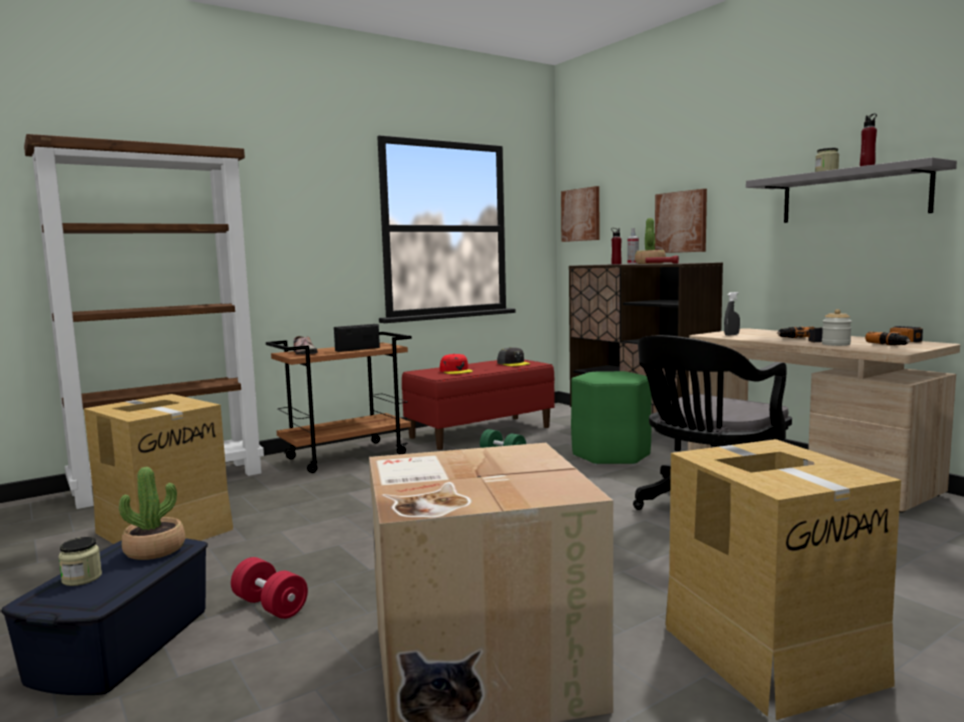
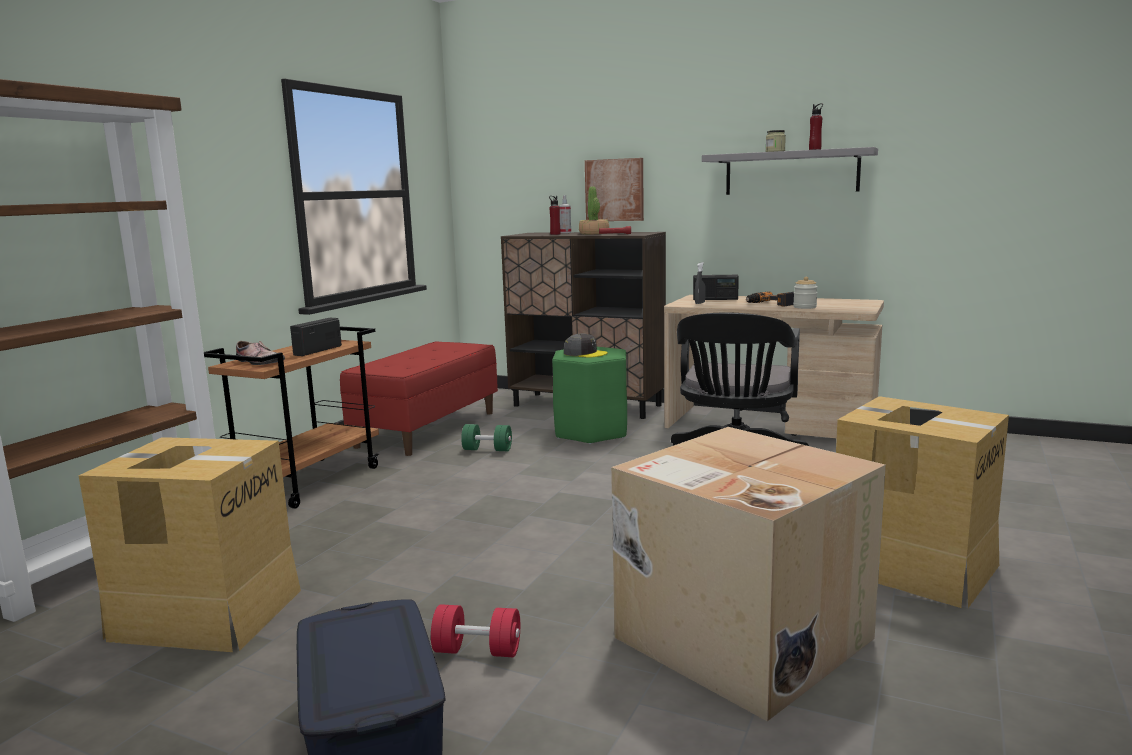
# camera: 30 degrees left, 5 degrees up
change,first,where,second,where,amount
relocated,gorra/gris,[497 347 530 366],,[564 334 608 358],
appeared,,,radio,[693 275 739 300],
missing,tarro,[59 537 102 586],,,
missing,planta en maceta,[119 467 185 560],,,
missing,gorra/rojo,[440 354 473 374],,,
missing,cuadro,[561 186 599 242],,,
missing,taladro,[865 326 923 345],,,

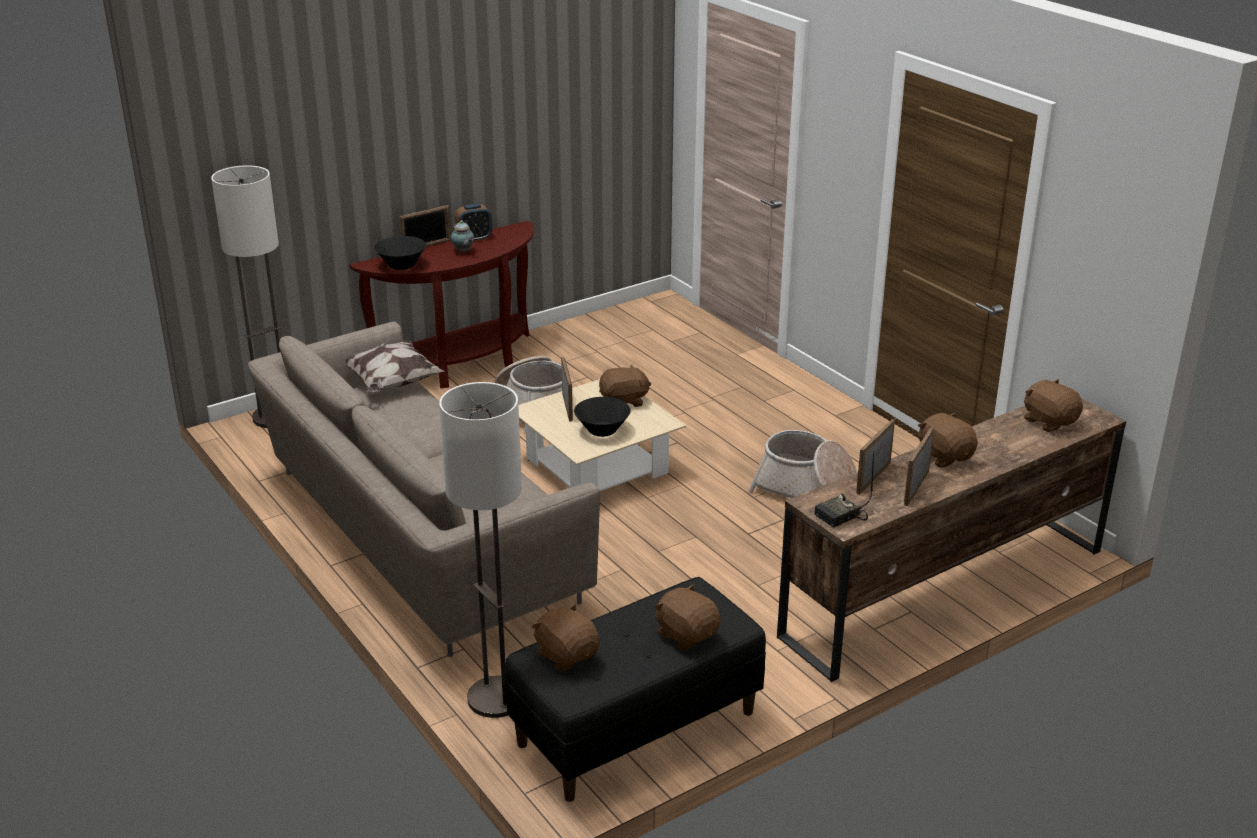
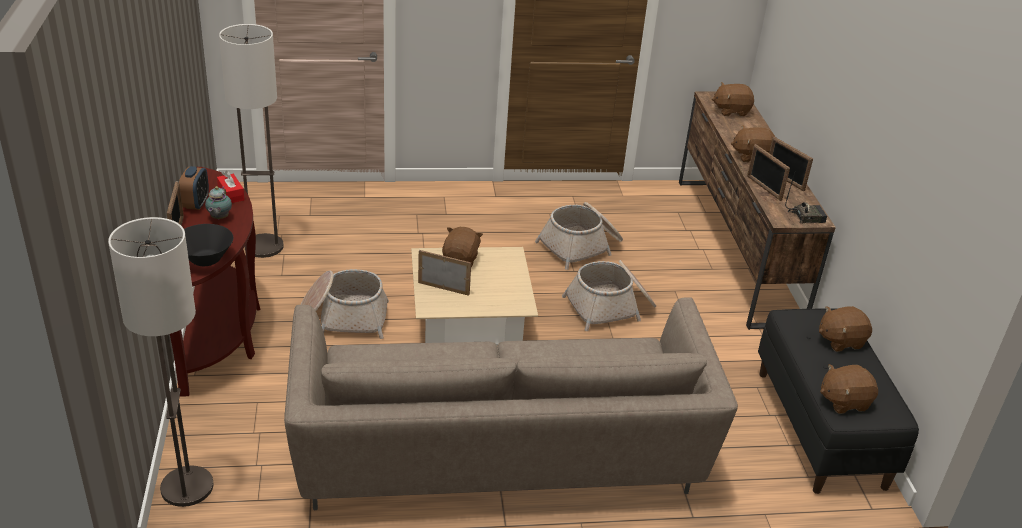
# camera: 65 degrees left, 5 degrees up
change,first,where,second,where,amount
spun,tetera,[451 220 474 253],,[205 186 232 219],105 degrees clockwise
appeared,,,caja de pañuelos/rojo,[217 171 244 203],
relocated,lámpara de pie,[439 382 522 718],,[219 24 284 258],
appeared,,,cesta,[562 260 656 331],
spun,radio,[814 451 874 528],,[785 173 827 223],90 degrees counterclockwise
missing,cojín,[345 340 444 394],,,
missing,cuenco/negro,[574 397 631 437],,,

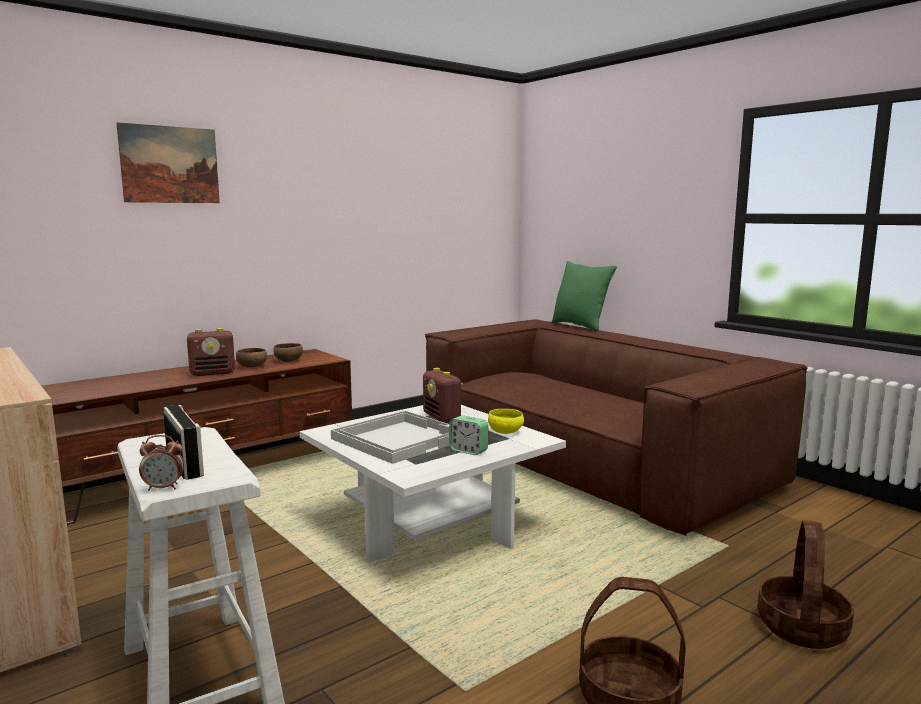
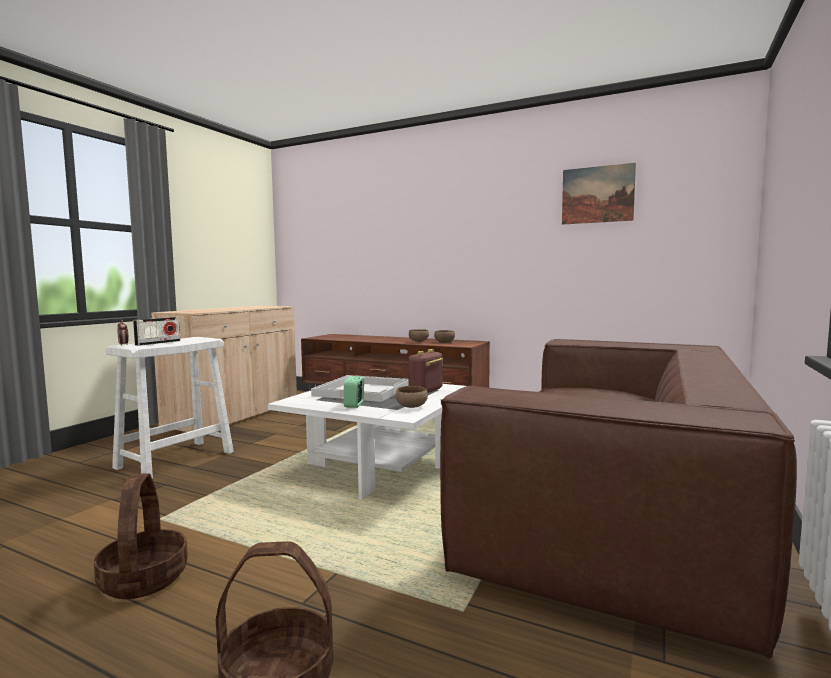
# camera: 65 degrees right, 5 degrees down
change,first,where,second,where,amount
colour,cuenco/amarillo,[488 409 524 434],cuenco/marrón,[395 386 428 408],
relocated,cuadro,[116 122 220 203],,[562 163 636 225],
missing,radio,[187 328 235 376],,,
missing,cojín/verde,[552 261 617 332],,,

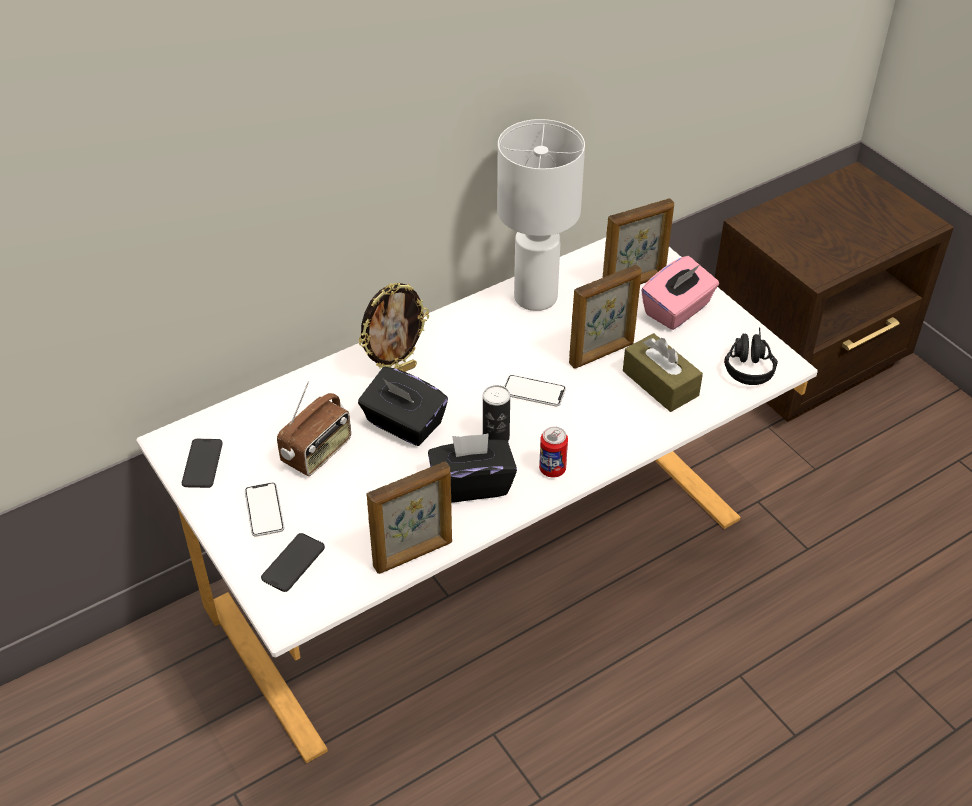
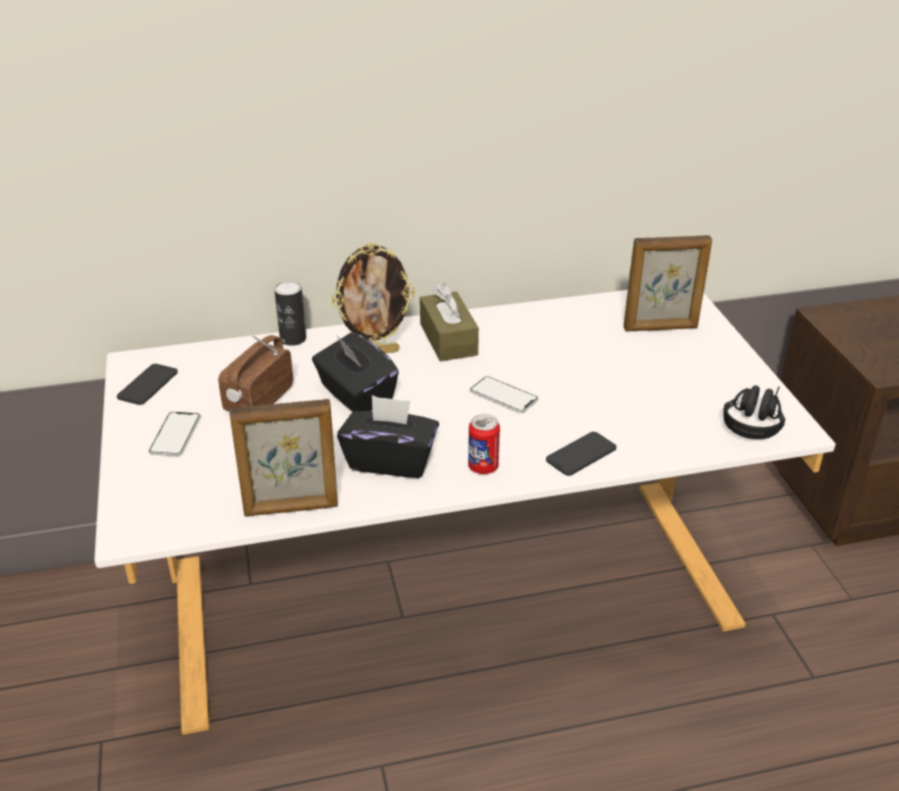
# camera: 20 degrees right, 10 degrees down
change,first,where,second,where,amount
spun,radio,[277 381 351 476],,[218 335 293 412],150 degrees clockwise
relocated,lata,[483 385 510 441],,[274 281 306 346],
relocated,caja de pañuelos/marrón,[623 333 703 412],,[420 284 479 362],
relocated,móvil,[261 533 325 592],,[546 432 616 476],
missing,lámpara de mesa/blanco,[497 119 585 311],,,
missing,portarretratos,[569 264 642 369],,,
missing,caja de pañuelos/rosa,[641 256 719 330],,,

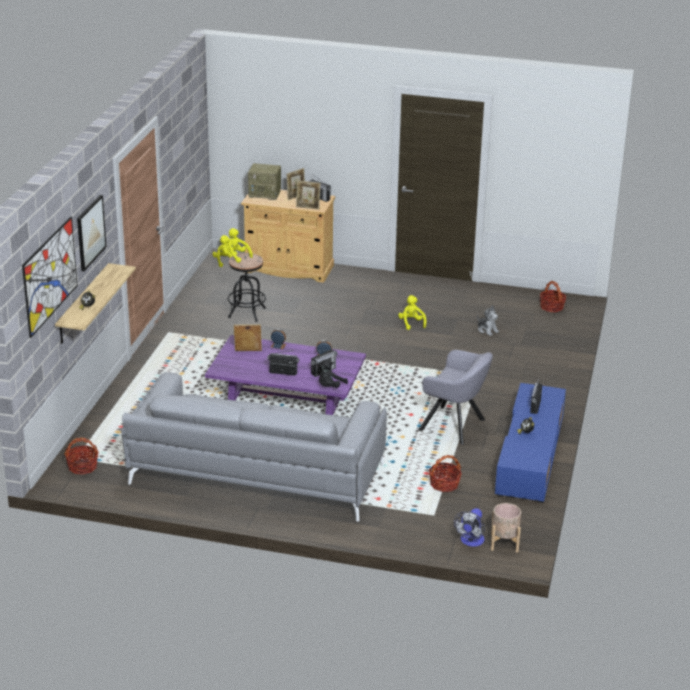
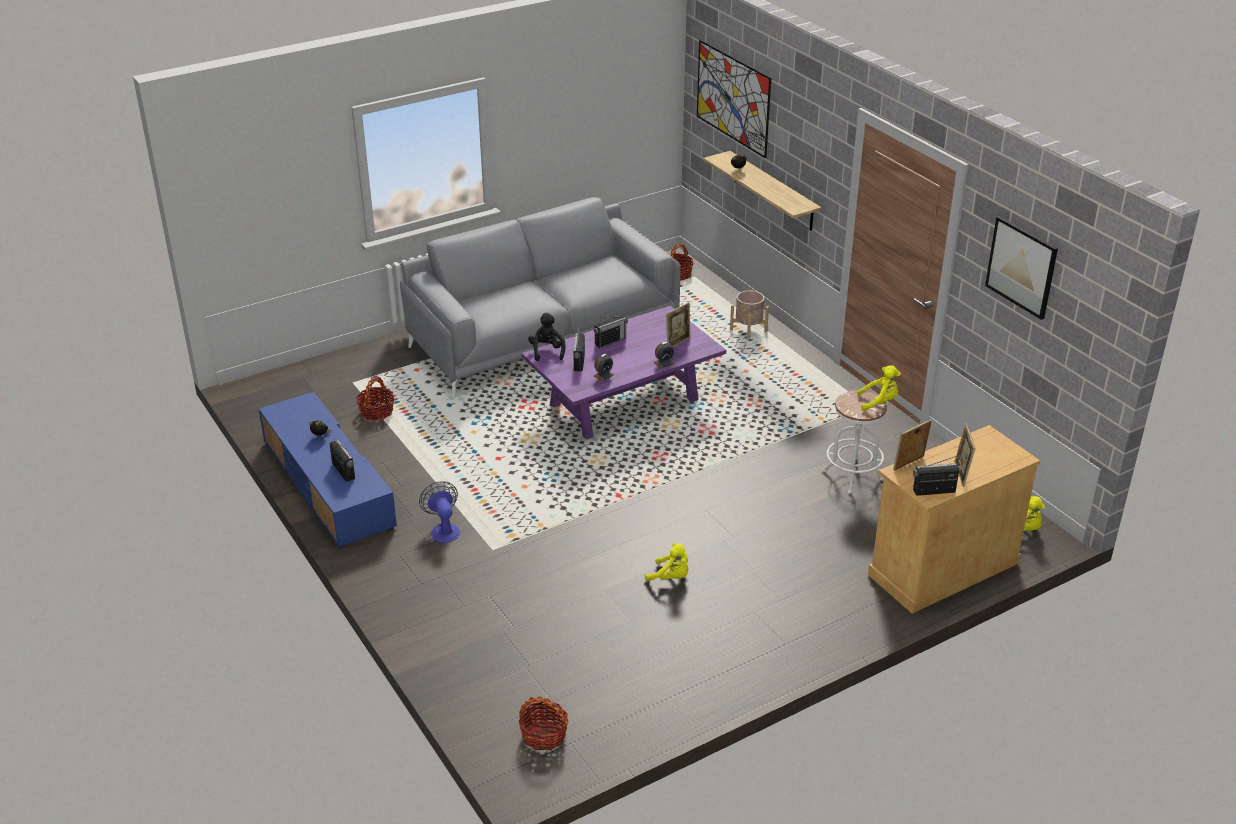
# camera: 135 degrees right, 5 degrees up
change,first,where,second,where,amount
relocated,ventilador,[454 508 485 547],,[419 481 460 543],
relocated,maceta/beis,[491 503 521 552],,[730 290 769 340],
colour,taburete/negro,[227 253 266 322],taburete/blanco,[822 390 887 494],
relocated,cuadro,[77 195 107 271],,[985 216 1058 320],
missing,radio,[248 163 281 200],,,
missing,sillón/gris,[418 350 493 445],,,
missing,peluche,[477 305 499 336],,,

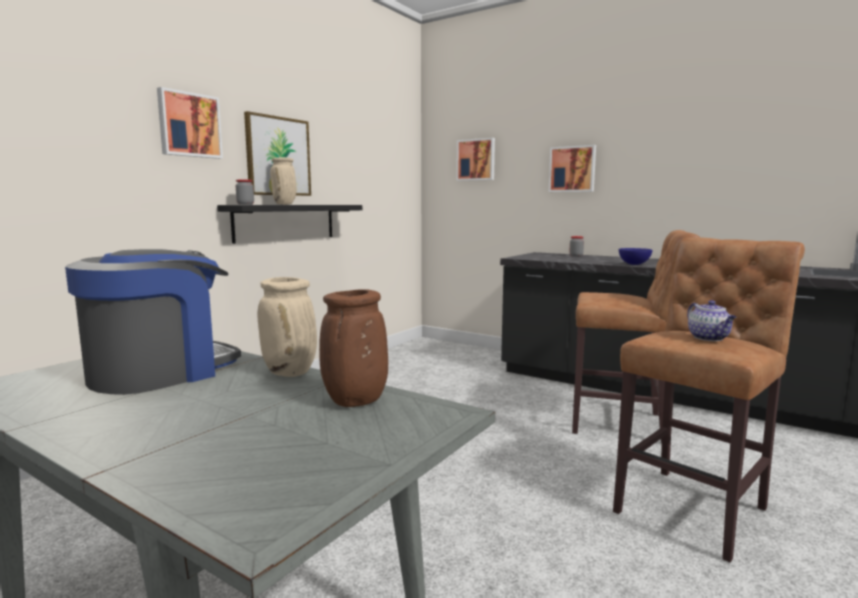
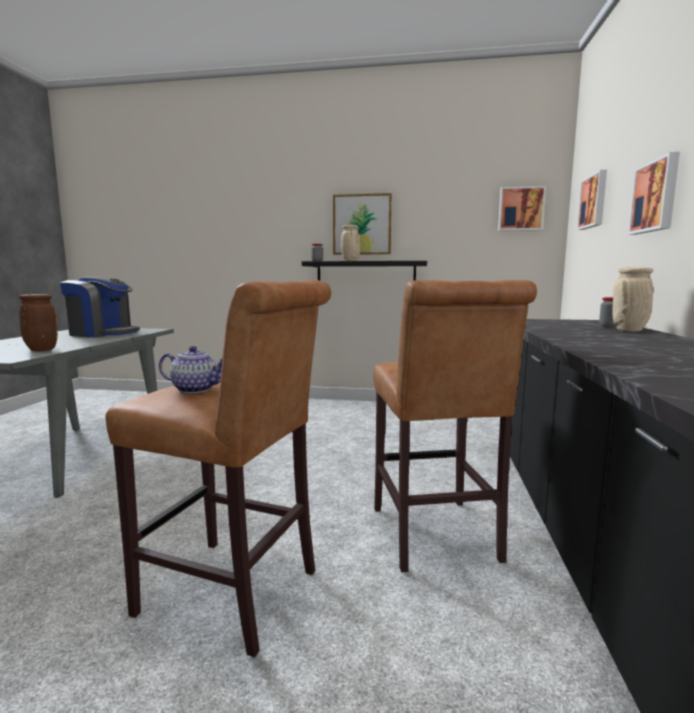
# camera: 65 degrees right, 0 degrees up
change,first,where,second,where,amount
spun,tetera,[687 300 736 341],,[159 346 222 393],135 degrees counterclockwise
relocated,cuadro,[157 87 223 159],,[498 186 546 231],
relocated,florero/beis,[258 277 317 377],,[612 267 653 331],
missing,cuenco/azul,[619 248 653 265],,,

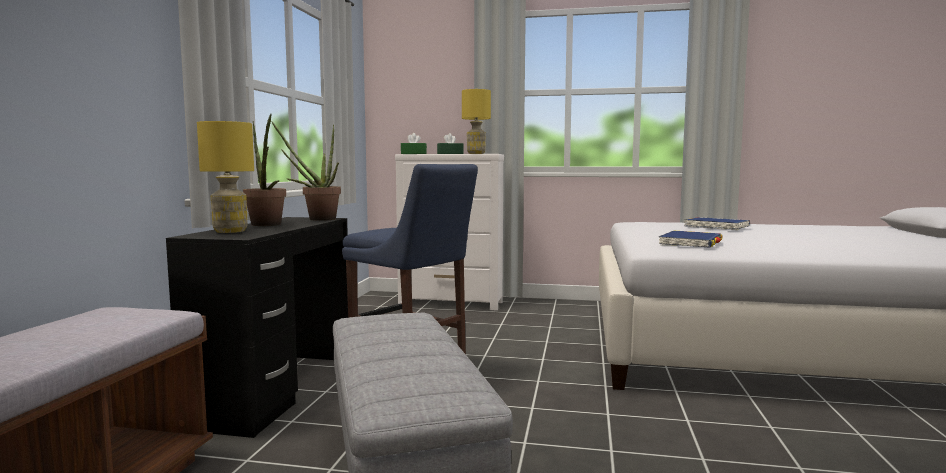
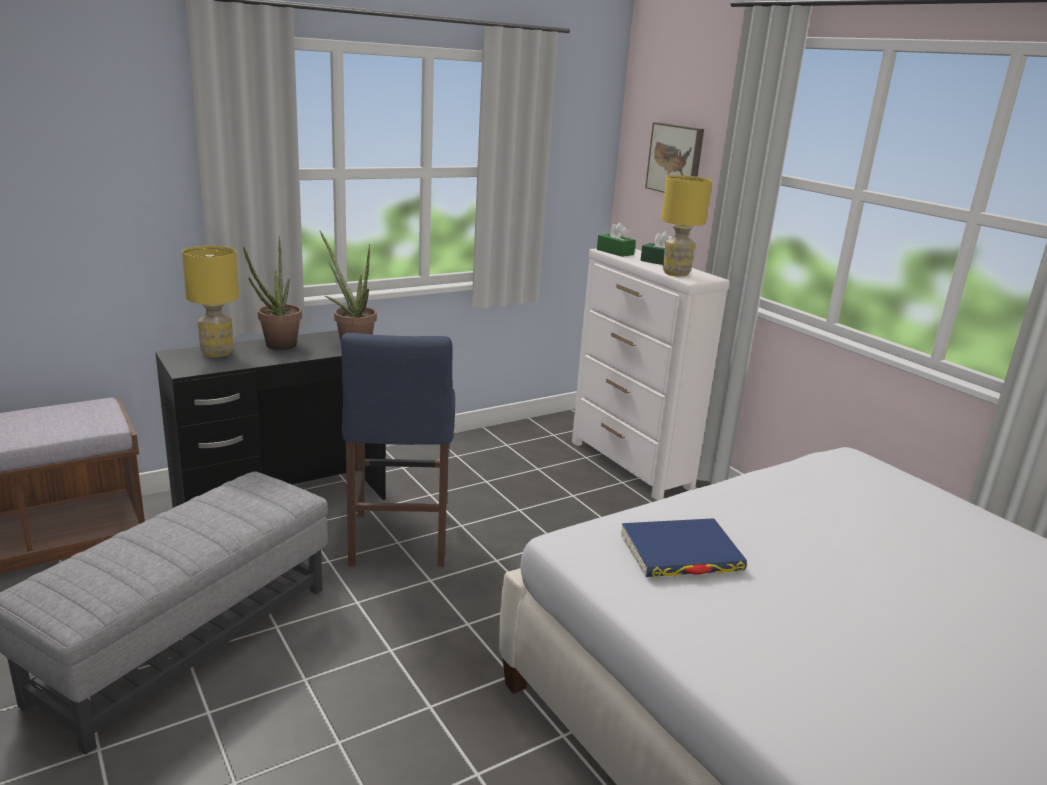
# camera: 45 degrees right, 15 degrees up
change,first,where,second,where,amount
appeared,,,cuadro,[645 122 704 193],
missing,libro/azul,[684 217 750 230],,,

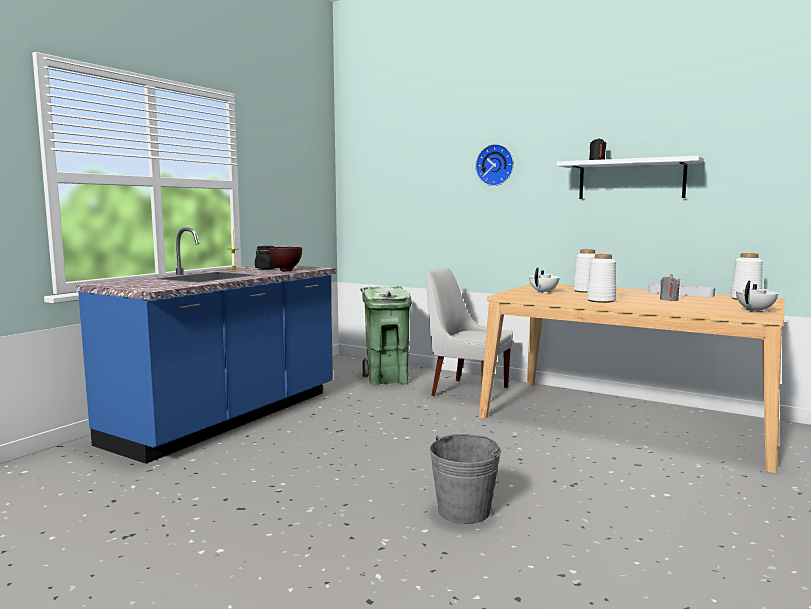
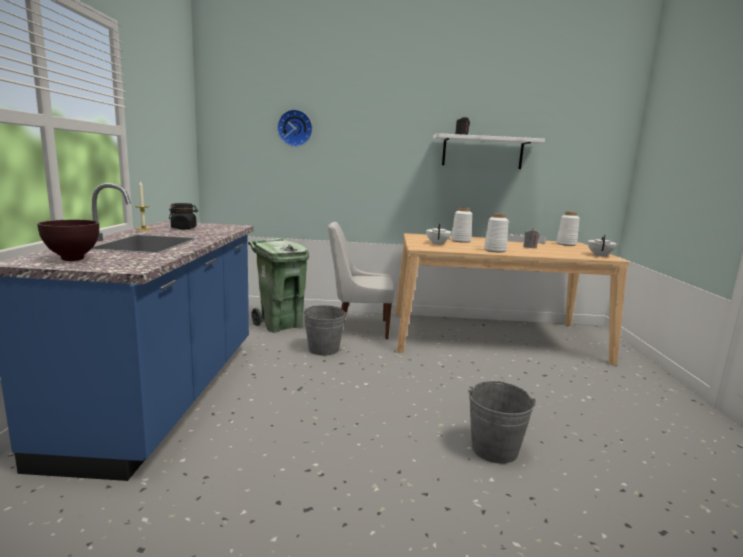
# camera: 30 degrees left, 5 degrees up
change,first,where,second,where,amount
relocated,cuenco/marrón,[269 247 302 271],,[37 220 99 261],
relocated,reloj de pared,[475 144 514 186],,[277 109 313 147],
appeared,,,cubo/gris,[304 305 346 355],

